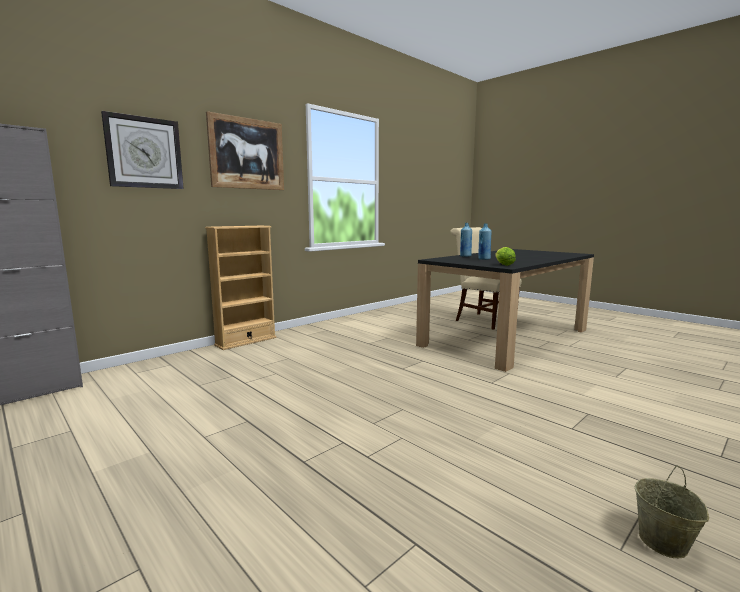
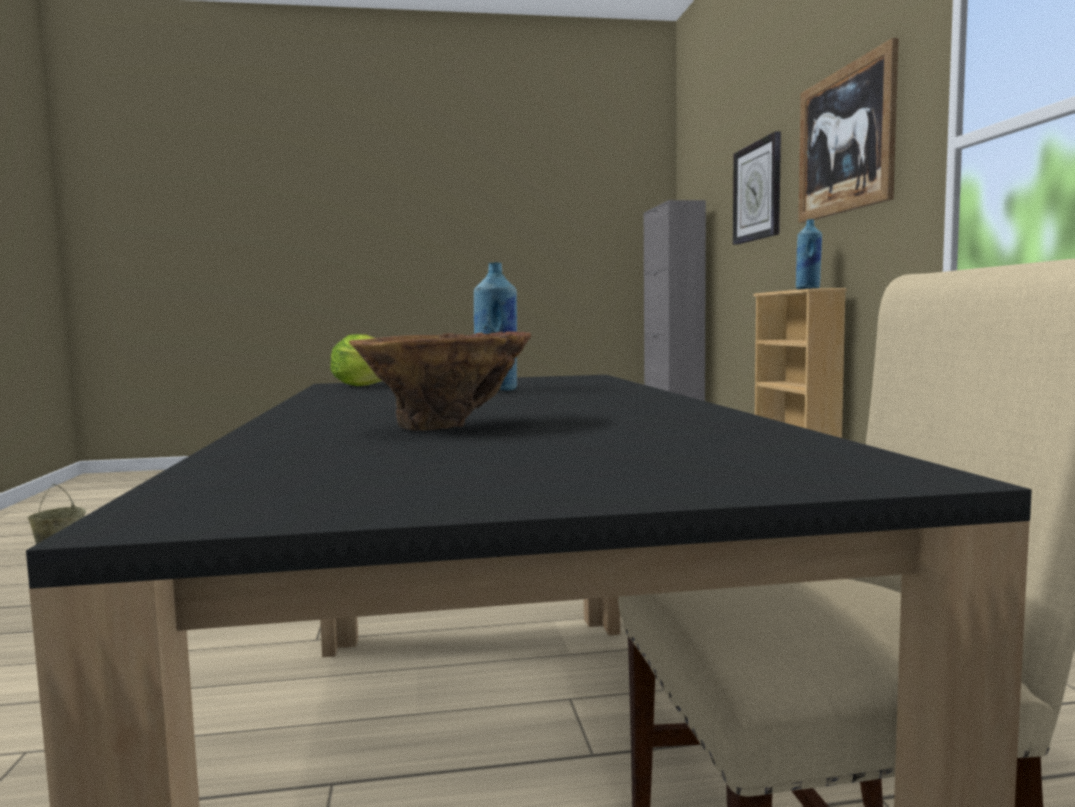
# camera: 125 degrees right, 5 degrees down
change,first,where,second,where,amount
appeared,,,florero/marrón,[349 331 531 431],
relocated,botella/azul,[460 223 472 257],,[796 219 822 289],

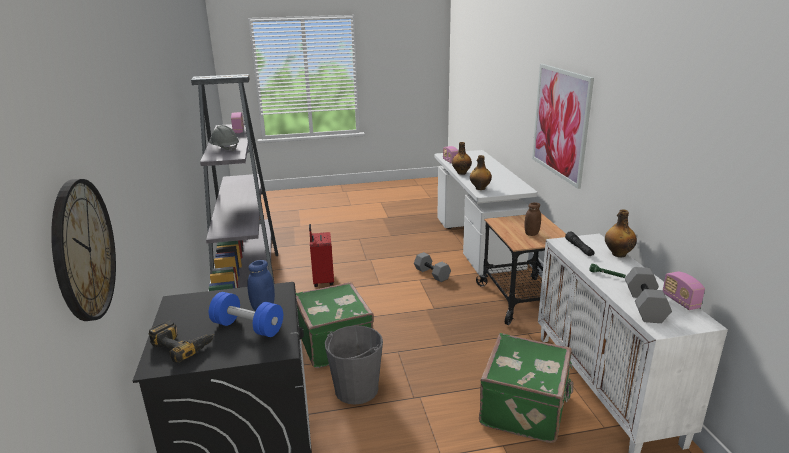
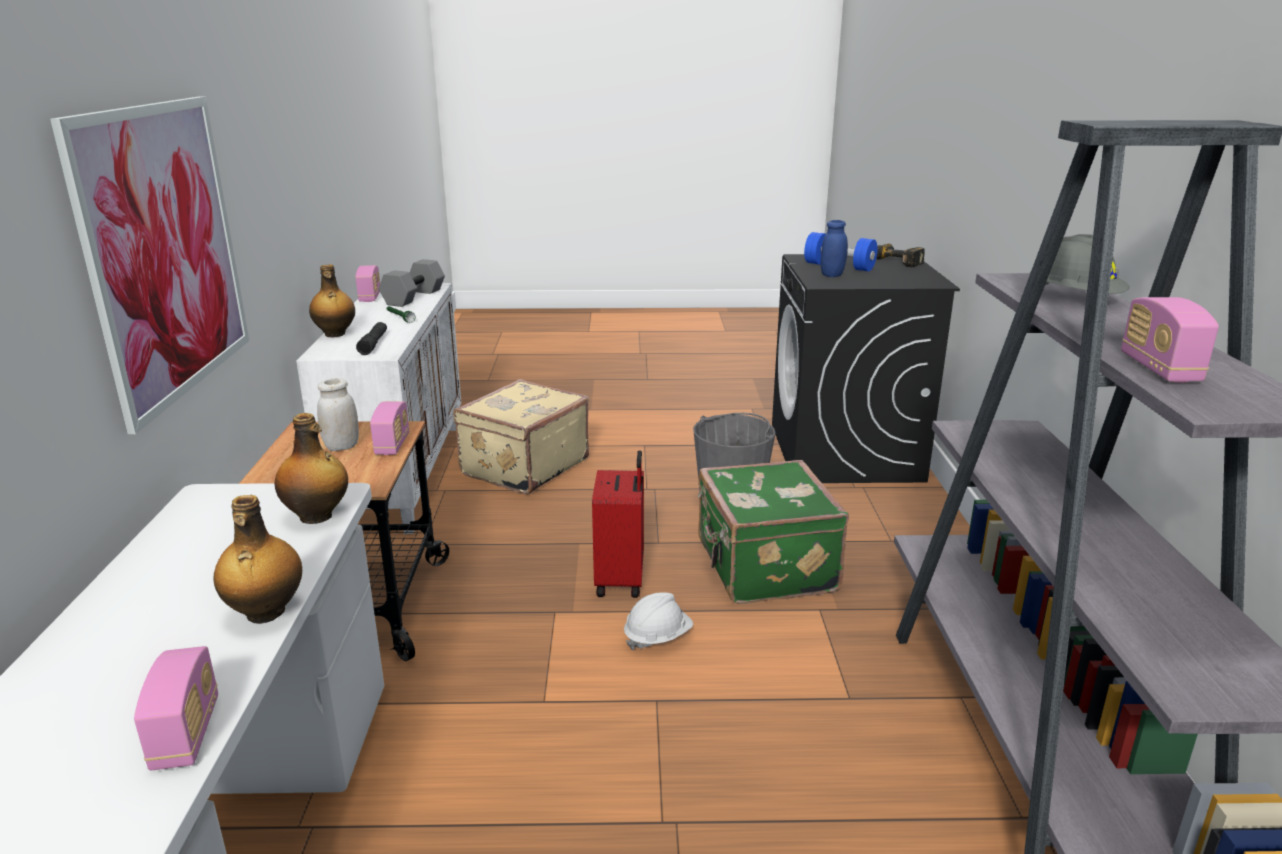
# camera: 170 degrees left, 0 degrees up
change,first,where,second,where,amount
colour,tarro/marrón,[524 202 541 236],tarro/blanco,[317 378 359 451],
appeared,,,radio,[370 401 409 455],
colour,maleta/verde,[479 333 573 443],maleta/beis,[453 379 589 494],
relocated,maleta/rojo,[309 224 334 287],,[592 450 644 598],
appeared,,,casco/blanco,[624 592 693 650],
missing,reloj de pared,[51 179 116 321],,,
missing,mancuerna/gris,[414 252 451 282],,,

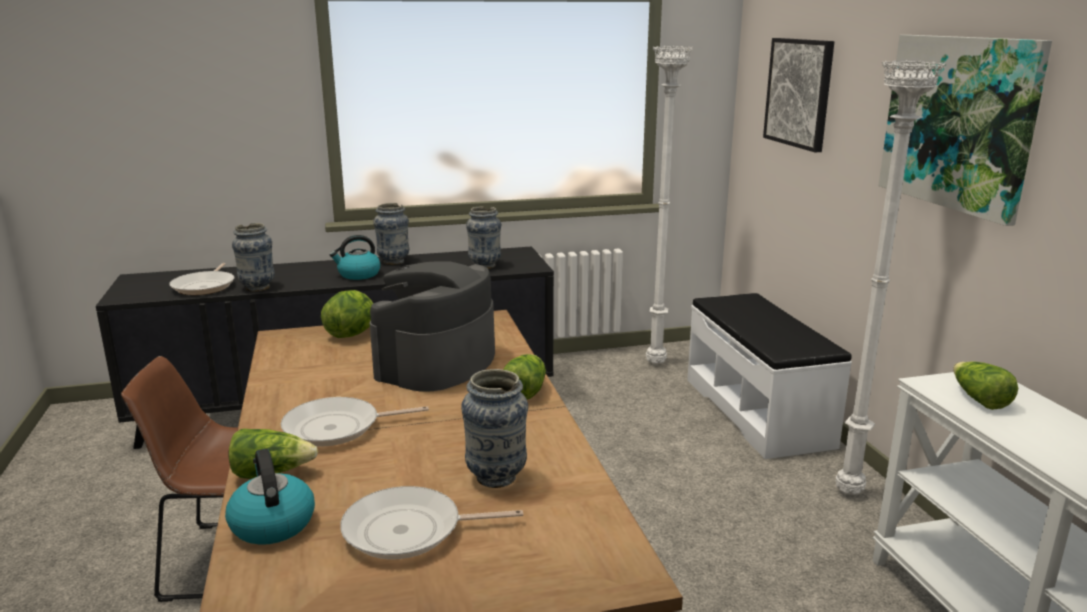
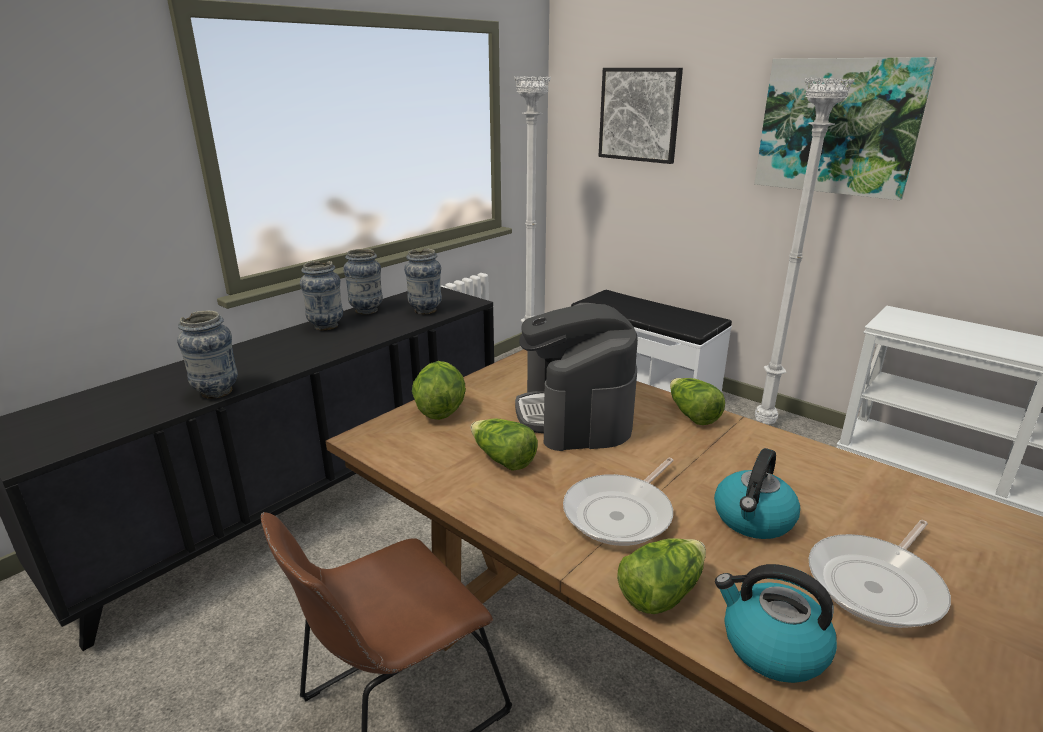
# camera: 35 degrees left, 5 degrees up
change,first,where,second,where,amount
relocated,florero,[461 369 528 488],,[343 249 383 314],
relocated,lechuga,[953 361 1018 410],,[471 419 538 471],
relocated,hervidor,[329 235 381 280],,[714 448 800 539],
missing,sartén,[169 263 234 295],,,

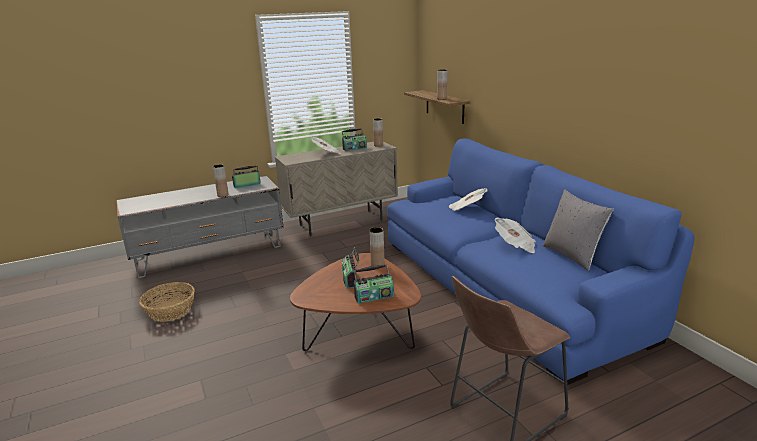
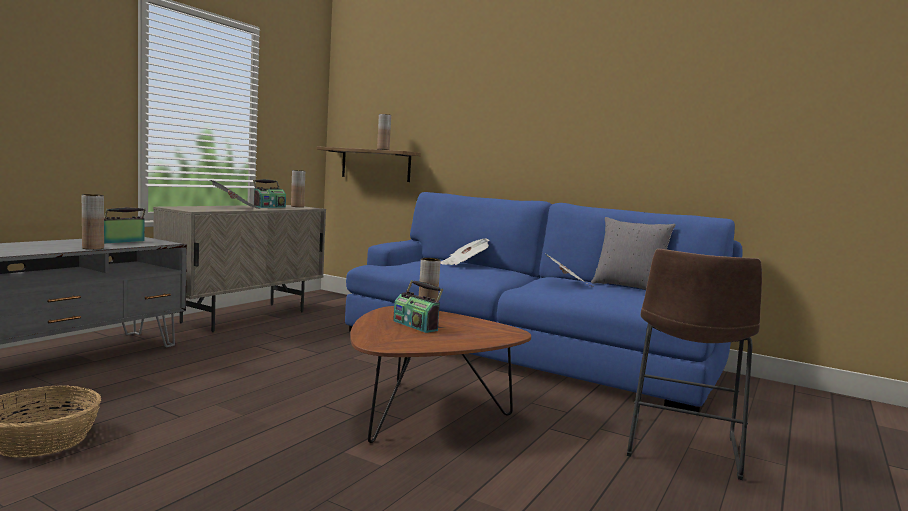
# camera: 35 degrees left, 15 degrees down
change,first,where,second,where,amount
missing,radio,[354 264 394 304],,,

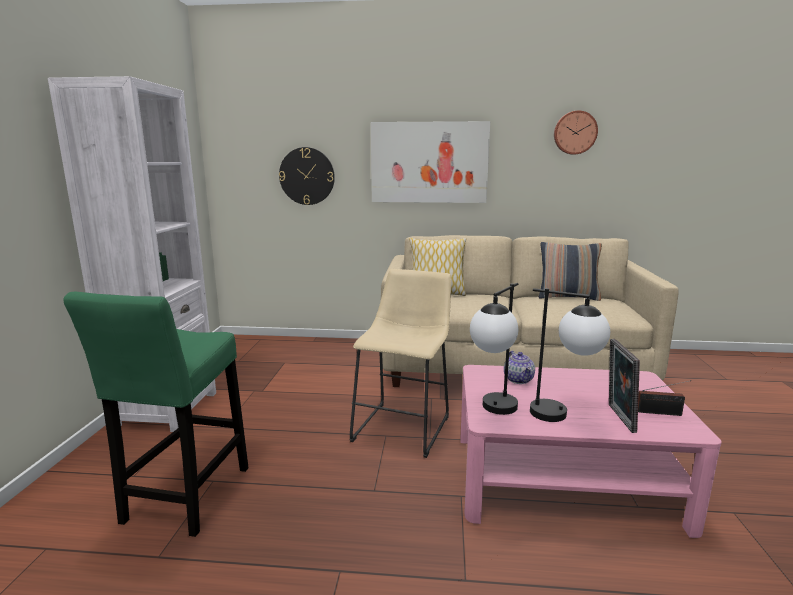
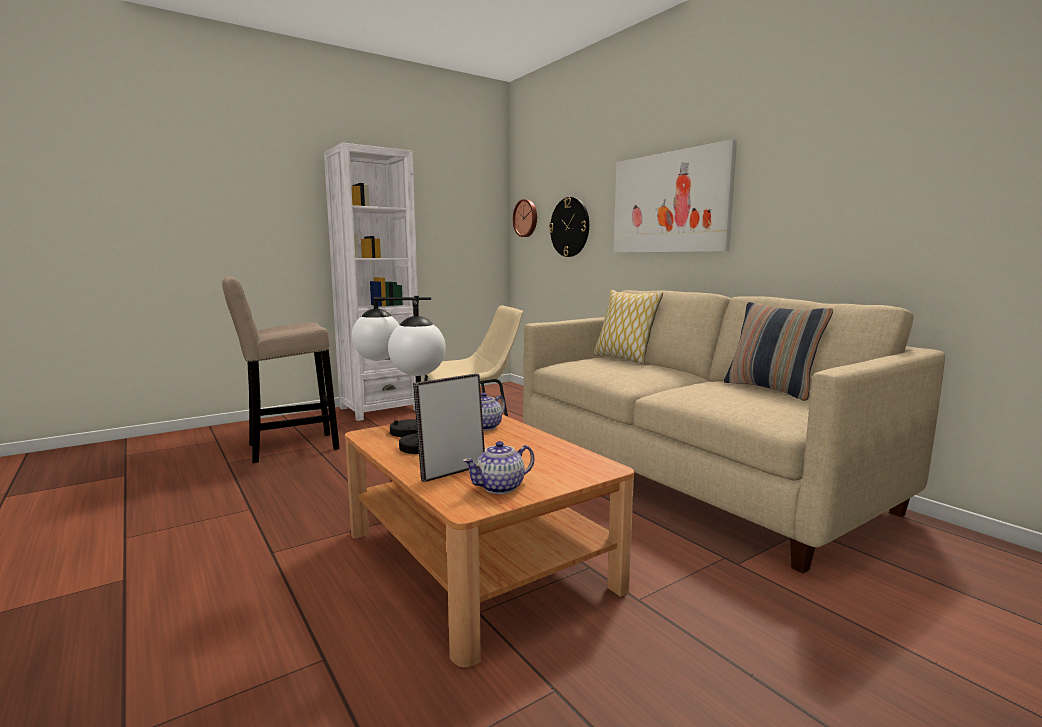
# camera: 50 degrees right, 5 degrees down
change,first,where,second,where,amount
colour,taburete/verde,[63 292 249 537],taburete/beis,[222 277 340 463],
colour,mesa de centro/rosa,[460 365 722 538],mesa de centro/marrón,[345 414 634 667],
exchanged,radio,[638 380 691 416],tetera,[463 441 535 494],
relocated,reloj de pared,[554 110 598 155],,[513 199 537 237],

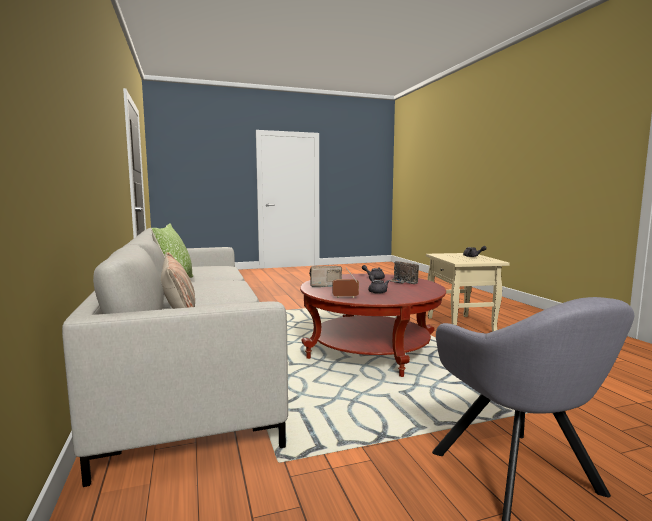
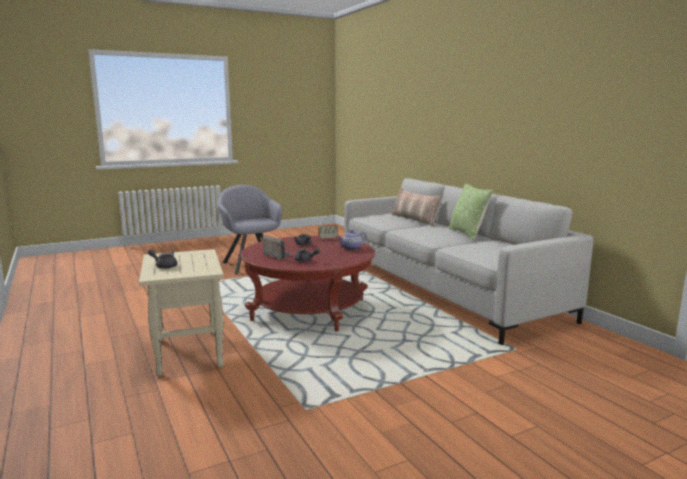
# camera: 170 degrees right, 5 degrees up
change,first,where,second,where,amount
exchanged,radio,[309 266 342 287],tetera,[337 230 367 250],

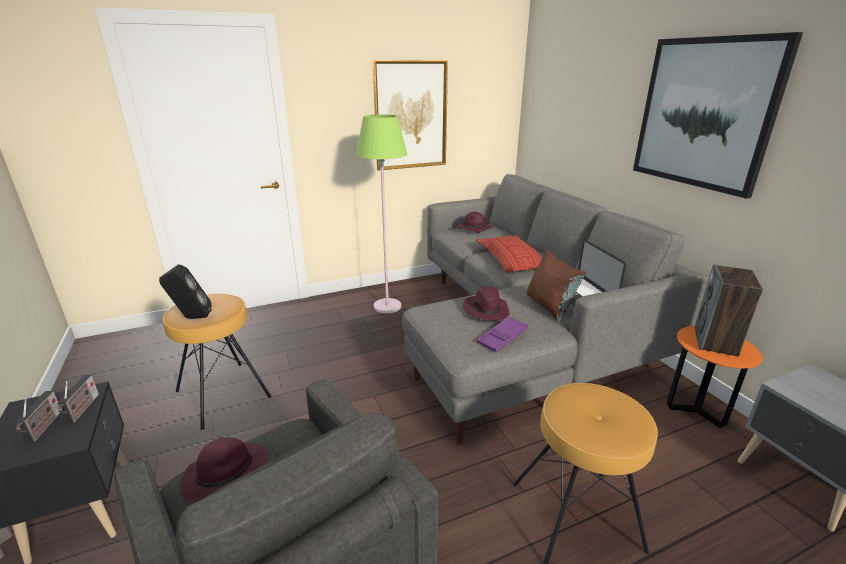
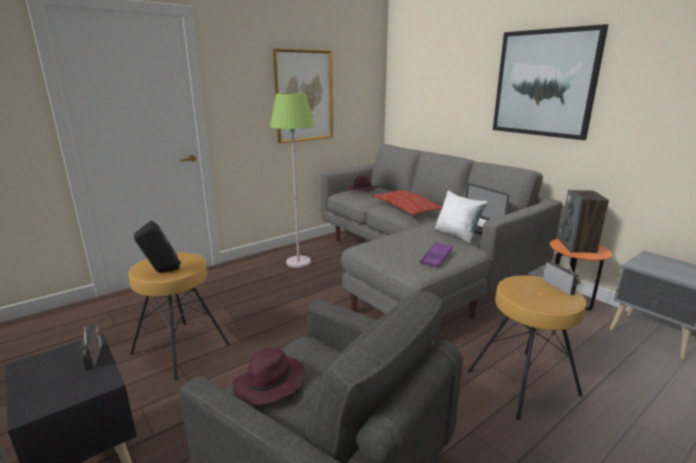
# camera: 15 degrees left, 5 degrees down
change,first,where,second,where,amount
colour,cojín/marrón,[527 249 586 322],cojín/blanco,[435 190 488 243],
relocated,radio,[15 391 60 443],,[543 260 580 295],
missing,sombrero/morado,[463 286 510 320],,,

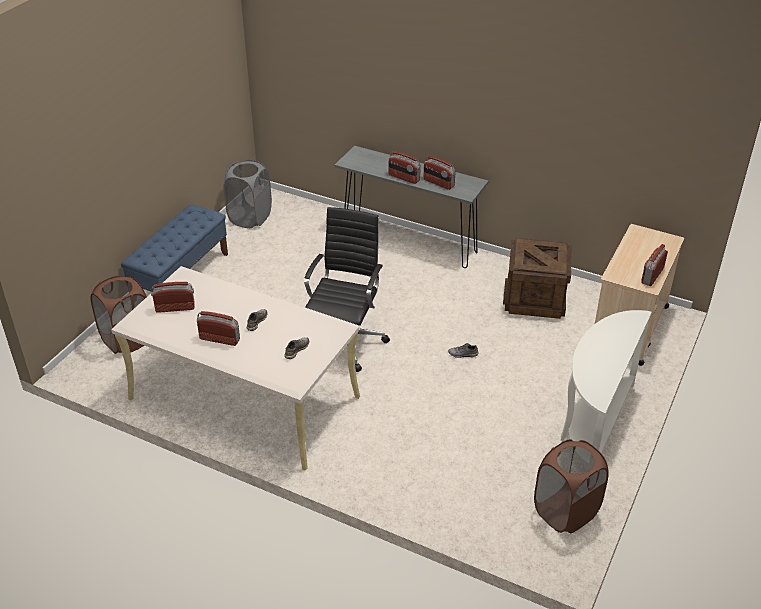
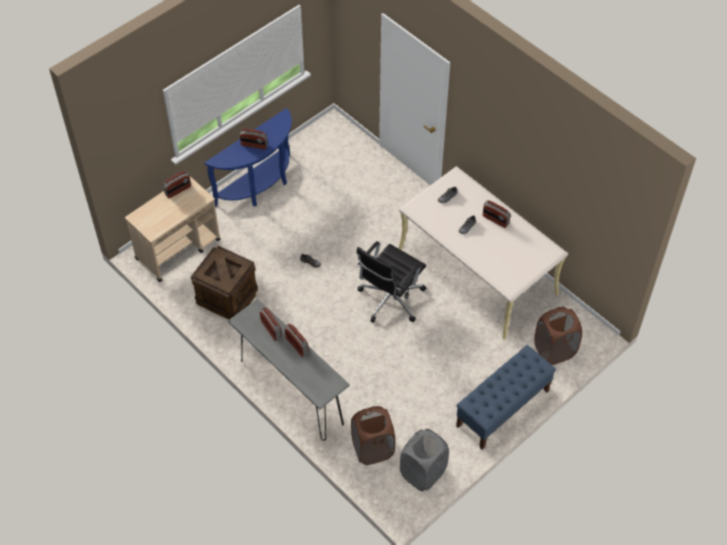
# camera: 160 degrees left, 15 degrees up
change,first,where,second,where,amount
colour,mesa consola/blanco,[561 310 652 454],mesa consola/azul,[204 108 292 207],
relocated,radio,[151 282 195 313],,[239 128 268 150],
relocated,cesto de la ropa/marrón,[534 439 609 533],,[351 406 395 465],

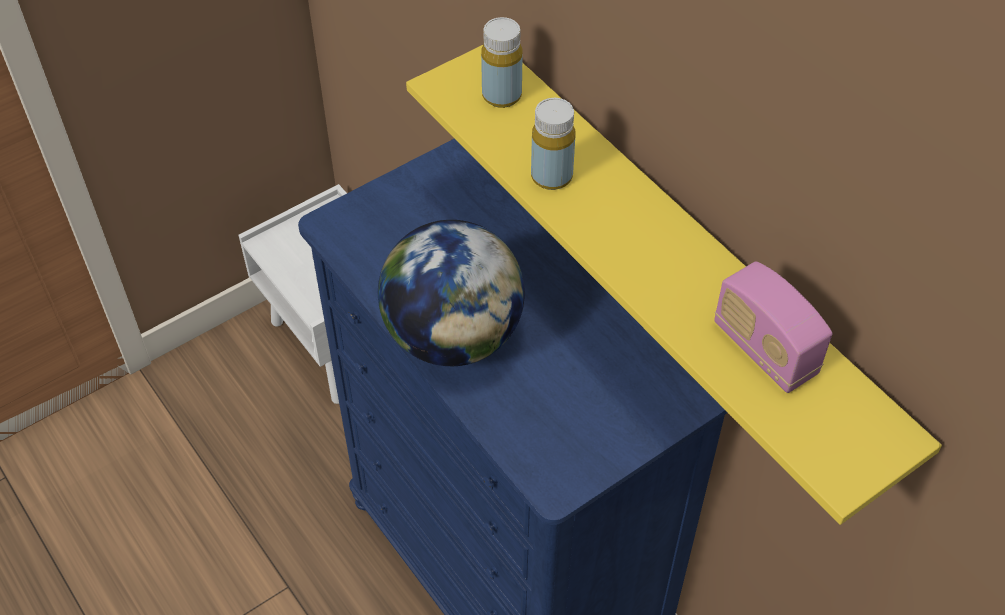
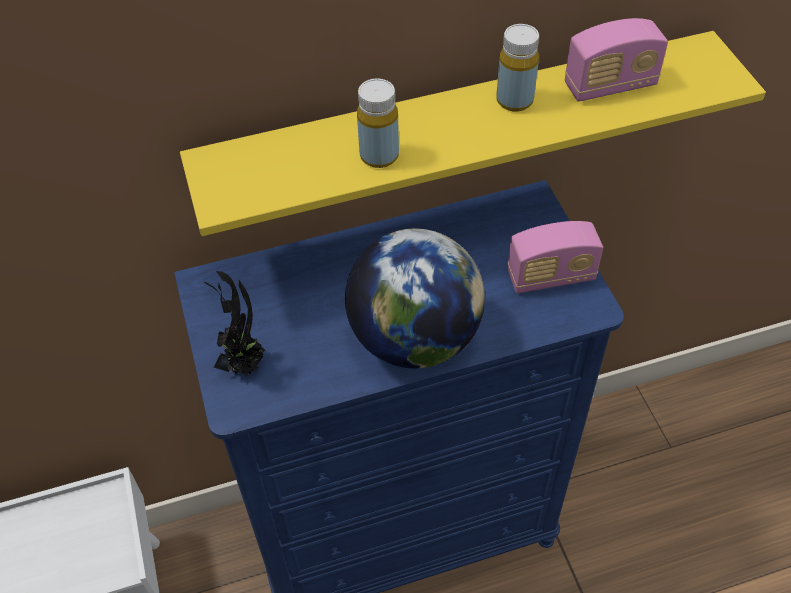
# camera: 70 degrees left, 0 degrees up
change,first,where,second,where,amount
appeared,,,planta en maceta,[204 271 265 376],
relocated,botella/amarillo,[481 17 523 108],,[496 24 539 111],
appeared,,,radio,[507 221 603 293],

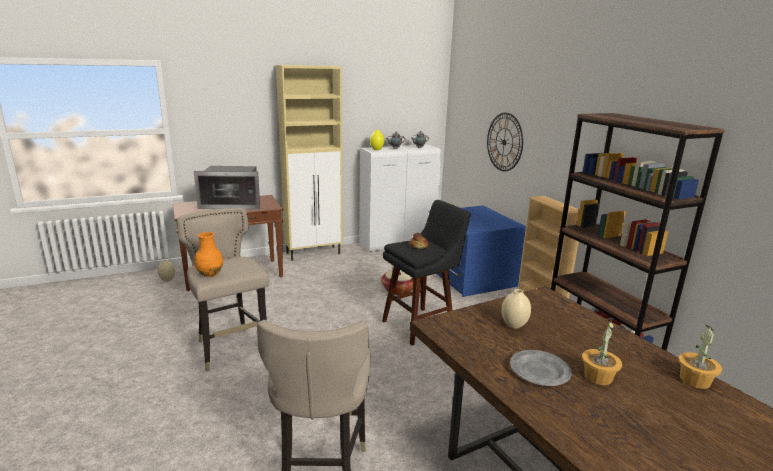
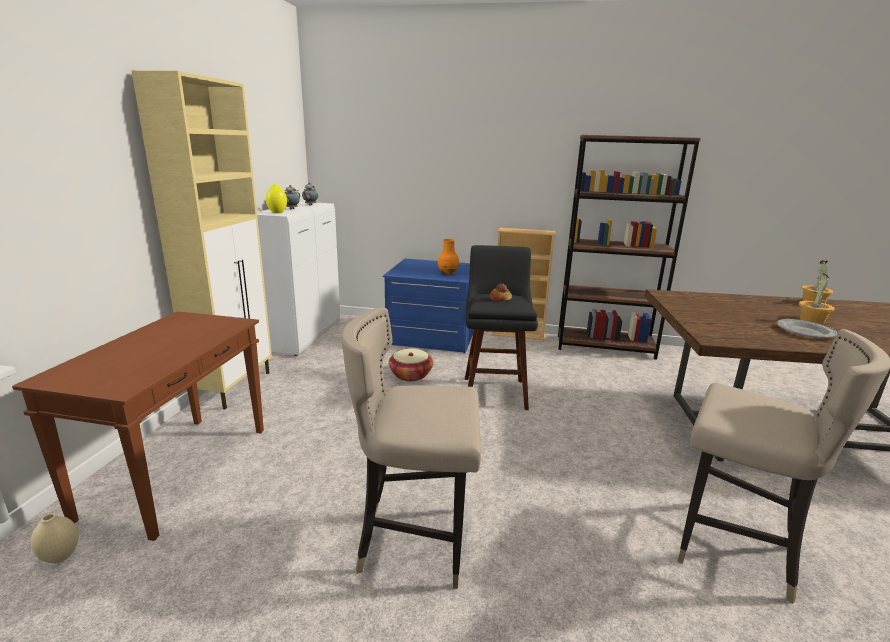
# camera: 55 degrees left, 0 degrees up
change,first,where,second,where,amount
relocated,florero/naranja,[195 232 223 277],,[438 239 459 275],
missing,microondas,[194 166 260 209],,,
missing,reloj de pared,[487 113 523 171],,,
missing,florero/beis,[501 289 531 329],,,

